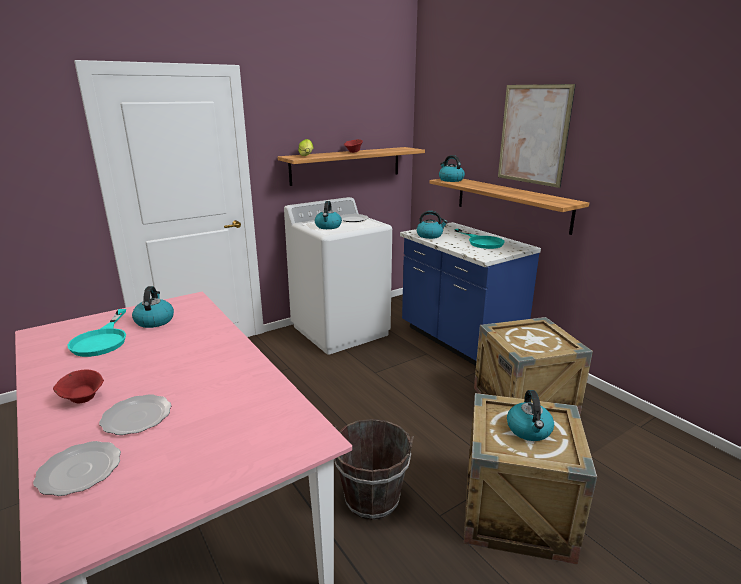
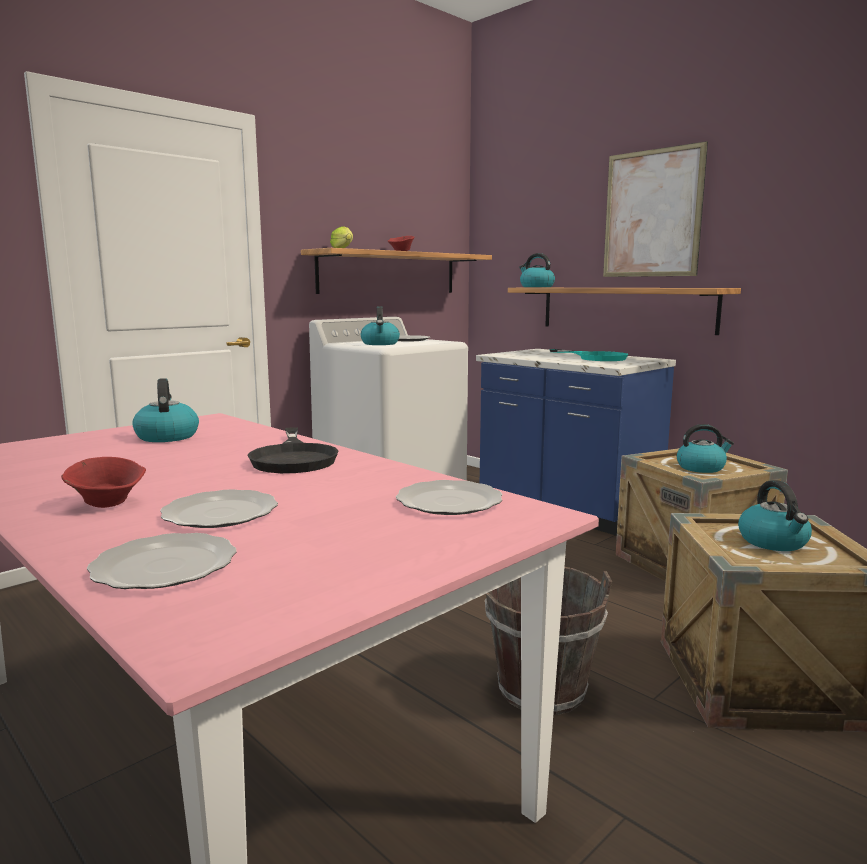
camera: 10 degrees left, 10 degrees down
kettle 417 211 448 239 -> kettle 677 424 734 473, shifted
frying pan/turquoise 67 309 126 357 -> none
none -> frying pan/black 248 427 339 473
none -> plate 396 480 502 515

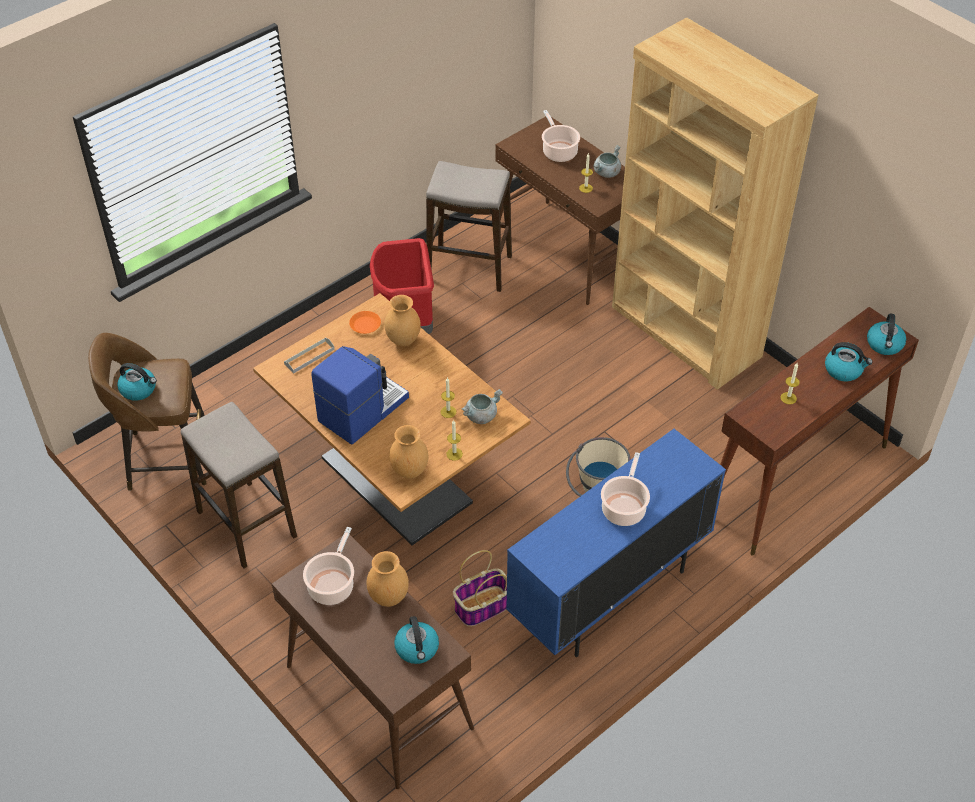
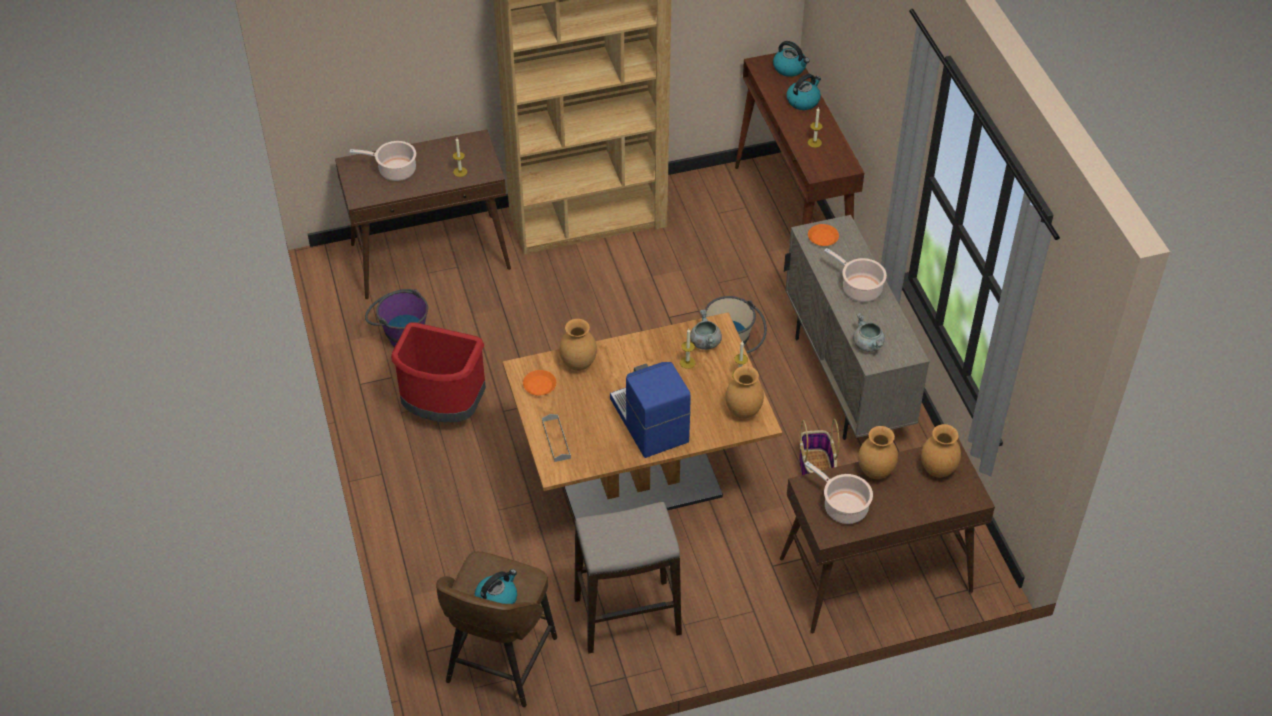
camera: 65 degrees left, 0 degrees up
cooking pot/grey 593 145 621 178 -> cooking pot/grey 853 313 885 352, shifted
stool 426 161 512 292 -> bucket/purple 365 289 428 347
cabinet/blue 506 429 726 657 -> cabinet/beige 784 215 929 440
kettle 394 616 439 664 -> vase/brown 921 424 961 478
none -> plate/orange 808 224 839 246

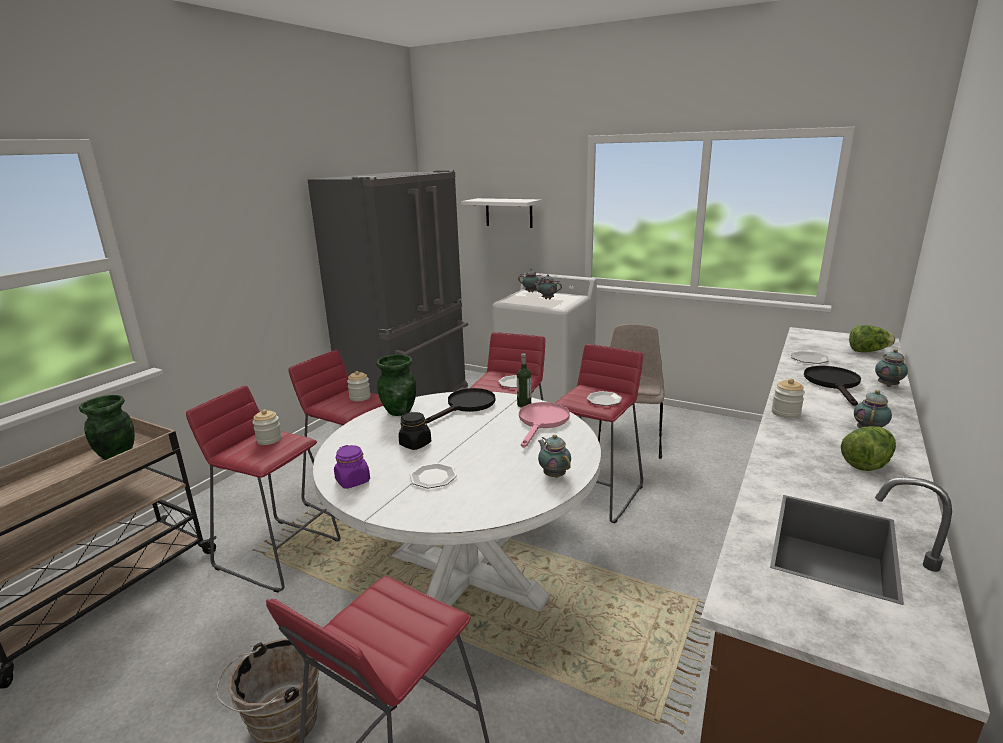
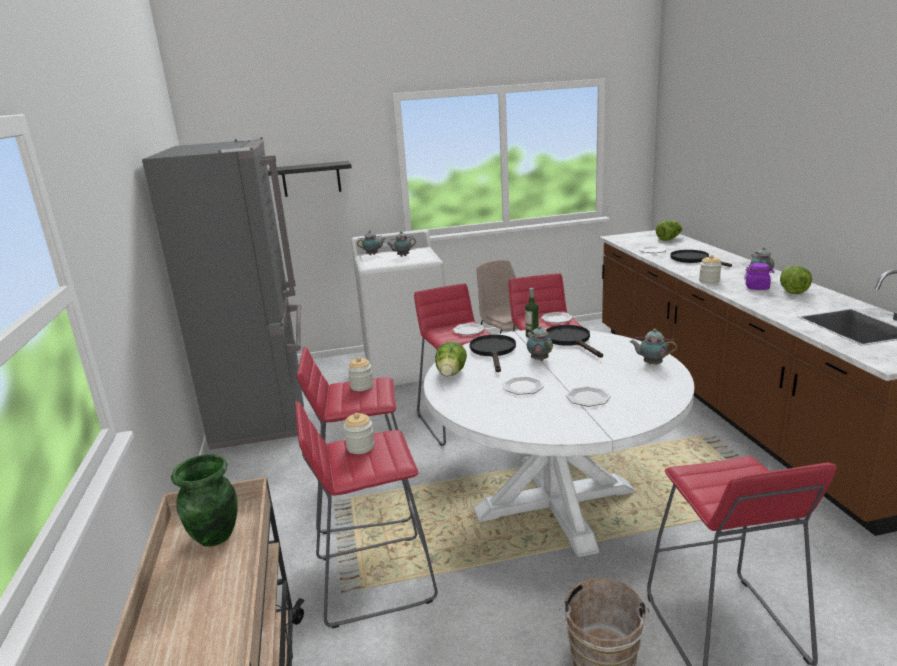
camera: 40 degrees left, 0 degrees up
shelf/white 461 198 542 228 -> shelf/black 268 161 352 197
teapot 875 349 908 387 -> teapot 527 326 553 361, shifted
vase/green 376 355 416 416 -> lettuce 435 341 467 377
frying pan/pink 519 402 570 448 -> frying pan/black 546 325 603 358
jar/black 398 412 431 450 -> plate 503 376 544 395
jar/purple 334 445 370 489 -> jar/purple 744 263 774 290, shifted

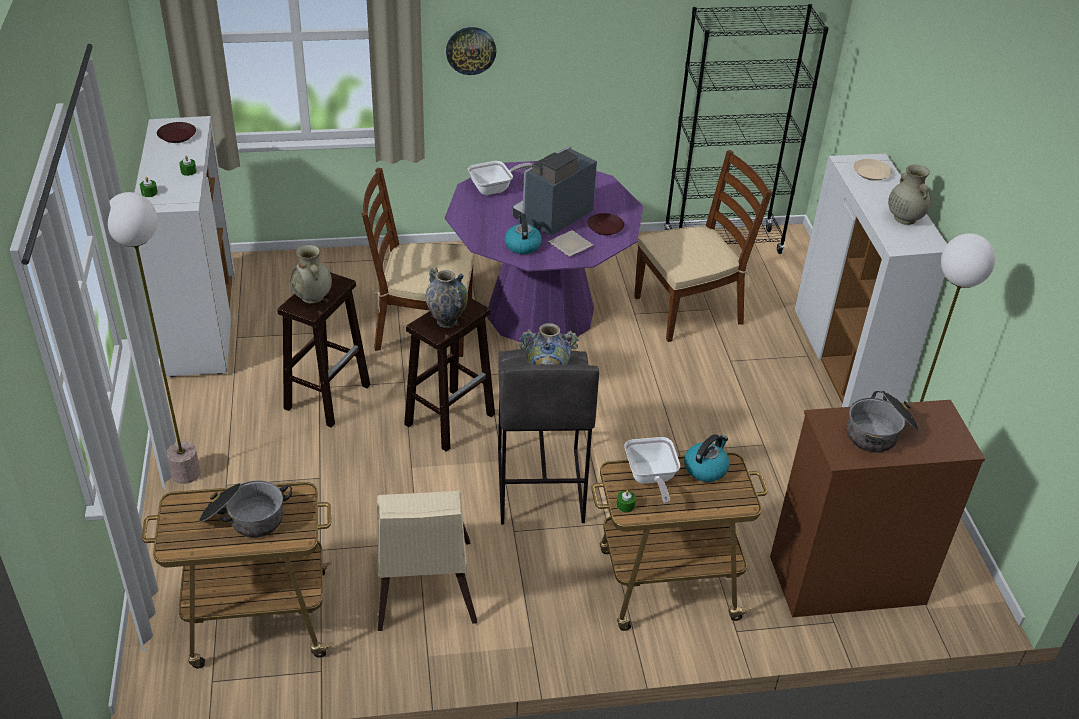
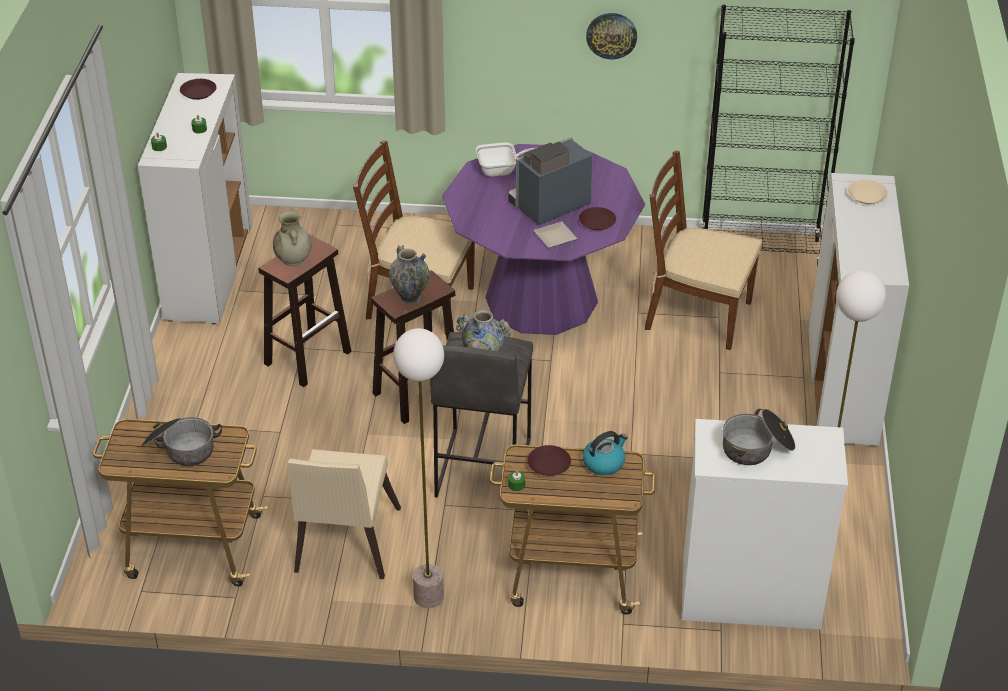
camera: 15 degrees right, 0 degrees up
wall clock 446 27 496 75 -> wall clock 586 13 637 59, shifted
chair/brown 634 150 772 342 -> chair/brown 645 150 762 350, 150 degrees counterclockwise
vase/beige 888 165 931 225 -> none
floor lamp 108 192 200 484 -> floor lamp 393 328 444 608, shifted
kettle 505 214 542 254 -> none
dresser/brown 770 400 985 617 -> dresser/white 682 419 848 629
frying pan 624 437 680 504 -> plate/brown 527 445 571 476

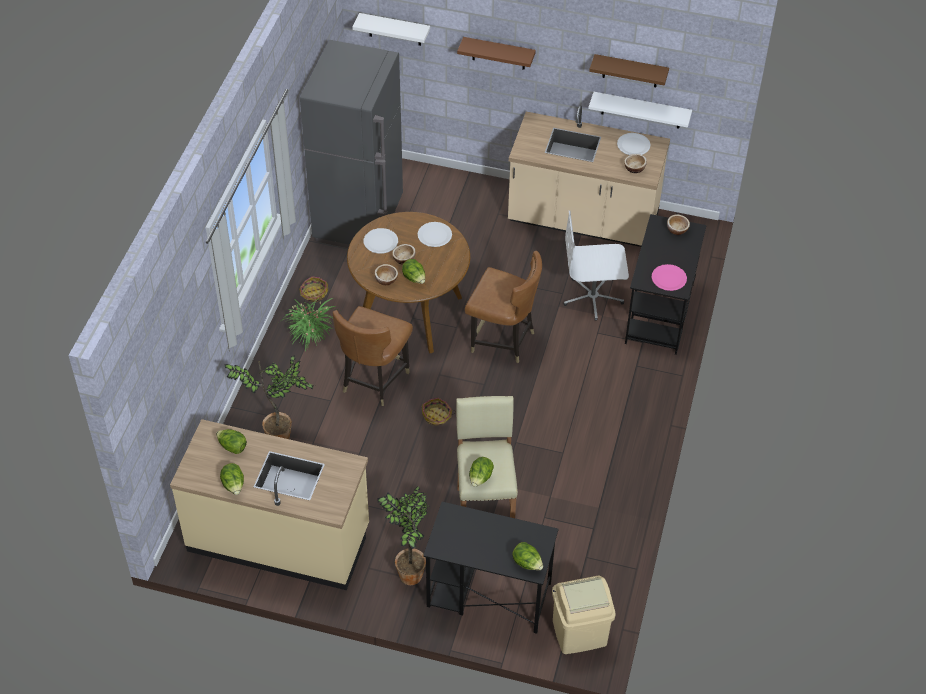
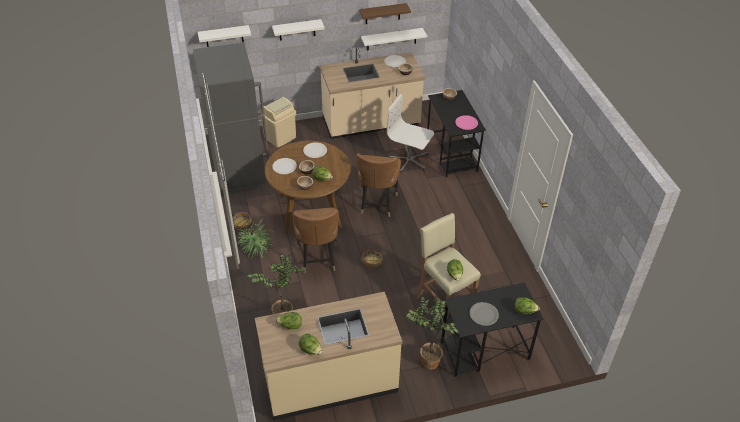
camera: 30 degrees left, 5 degrees down
shelf/brown 457 37 536 70 -> shelf/white 272 19 325 41
office chair/white 563 211 629 321 -> office chair/white 387 94 434 173, 60 degrees clockwise
chair/brown 465 251 542 363 -> chair/brown 356 153 401 217, 105 degrees clockwise
trash can/beige 552 575 616 654 -> trash can/beige 262 97 296 148, shifted
none -> plate/grey 469 302 499 326

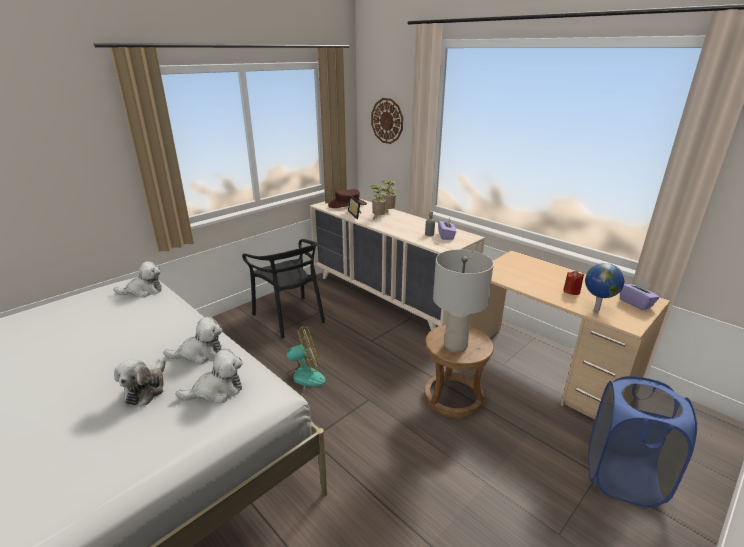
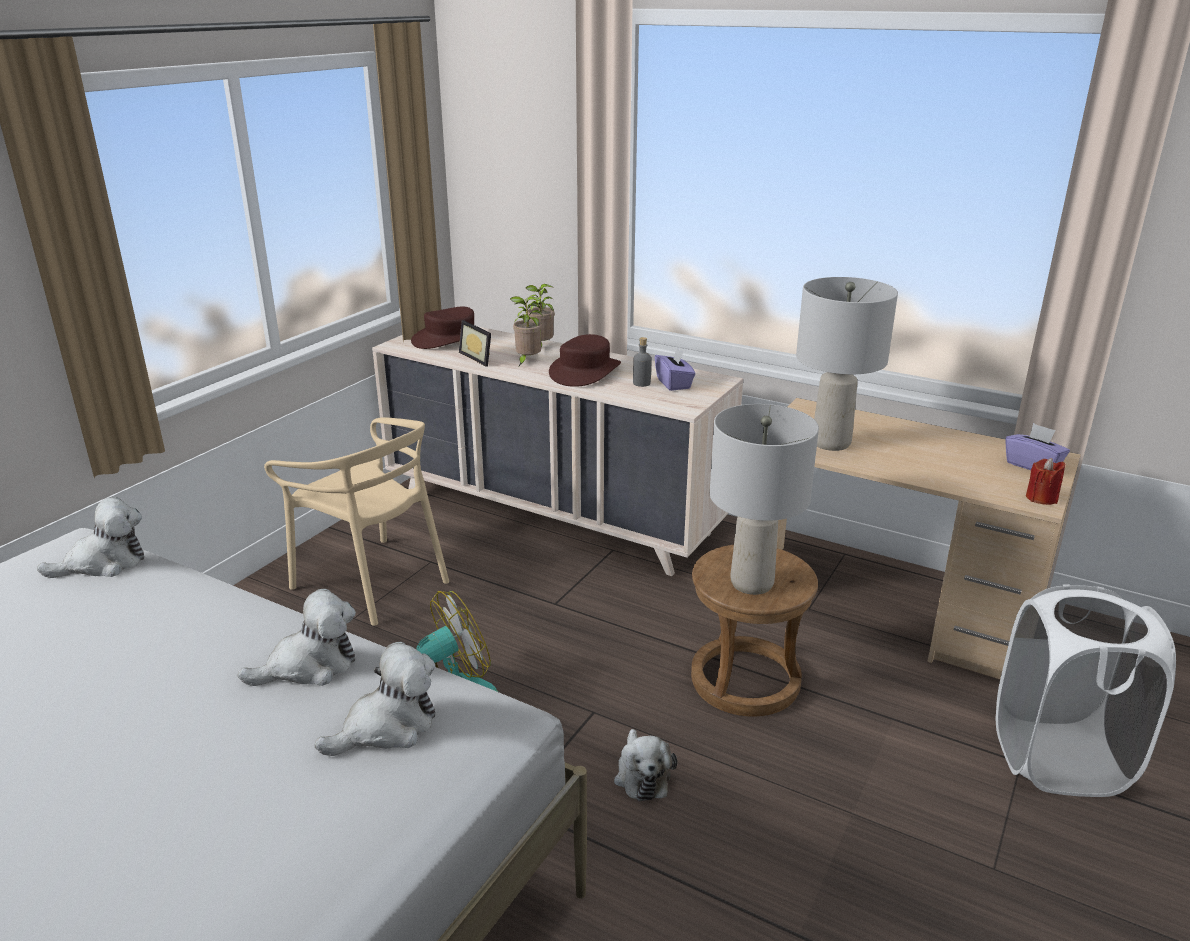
camera: 15 degrees left, 0 degrees up
wall clock 371 98 403 144 -> none
chair/black 242 239 325 338 -> chair/beige 264 417 449 626
globe 585 263 625 311 -> none
candle/red 564 271 584 295 -> candle/red 1026 458 1065 505, shifted
plush toy 114 359 166 405 -> plush toy 614 729 677 801, shifted
laundry basket/blue 588 376 697 508 -> laundry basket/white 996 584 1176 797
none -> table lamp/grey 796 277 898 451
none -> hat/brown 549 334 621 387

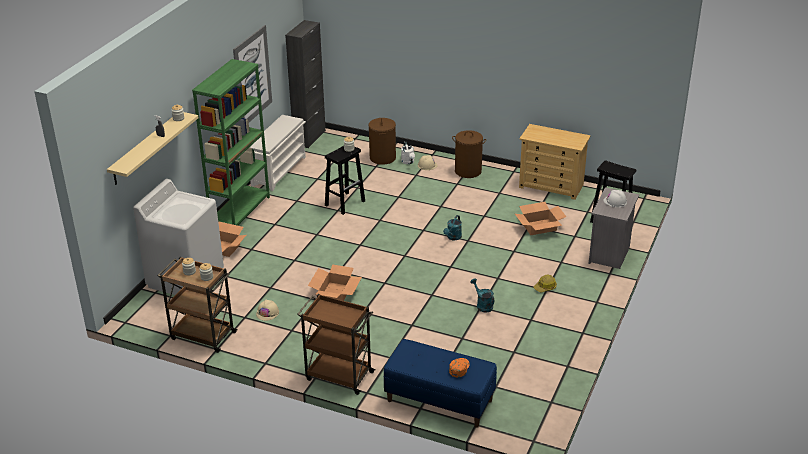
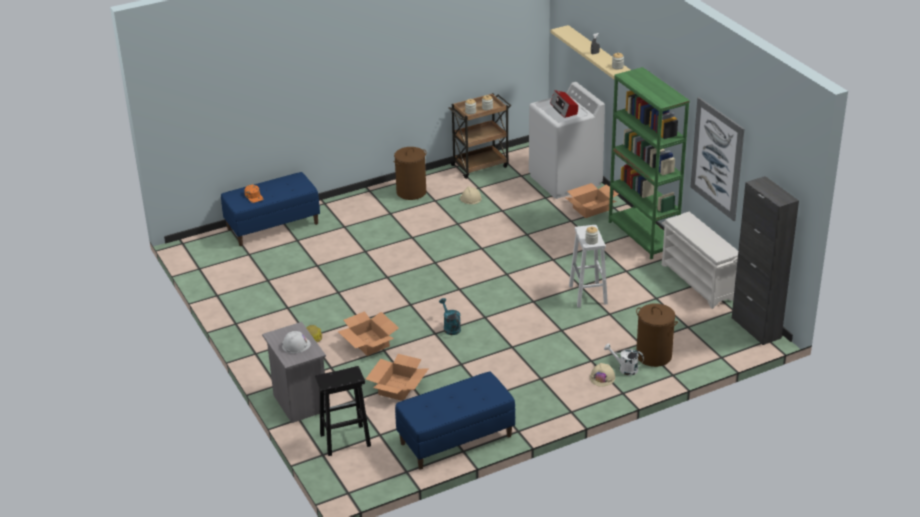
camera: 130 degrees right, 0 degrees up
dresser/beige 519 124 591 200 -> bench/blue 395 372 515 470
laundry basket/brown 452 130 486 178 -> laundry basket/brown 394 147 426 200, shifted
stool/black 325 146 365 215 -> stool/white 569 225 608 308
cardboard box 308 265 362 301 -> cardboard box 338 311 399 356, shifted
watering can/turquoise 470 278 494 313 -> none
cart/brown 297 294 376 395 -> none
none -> radio 550 90 578 118

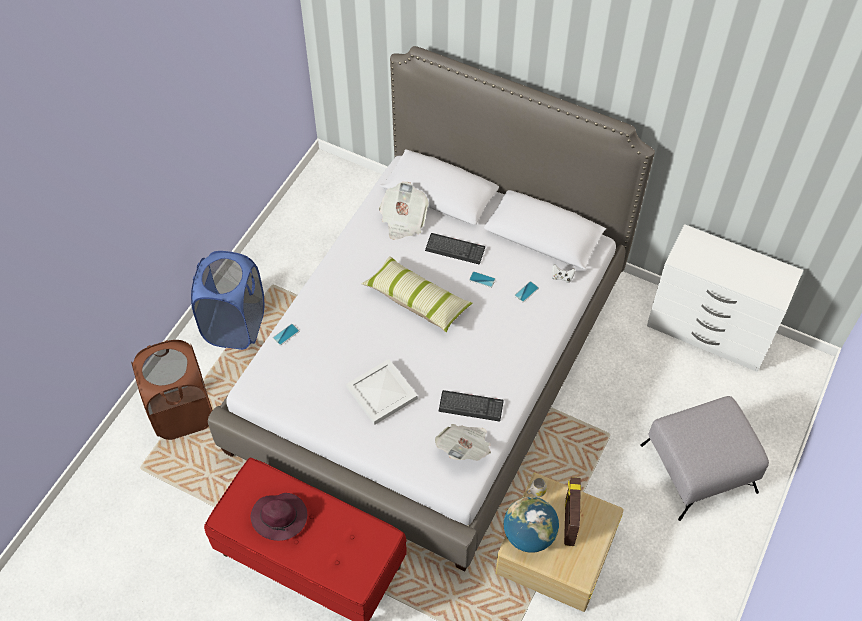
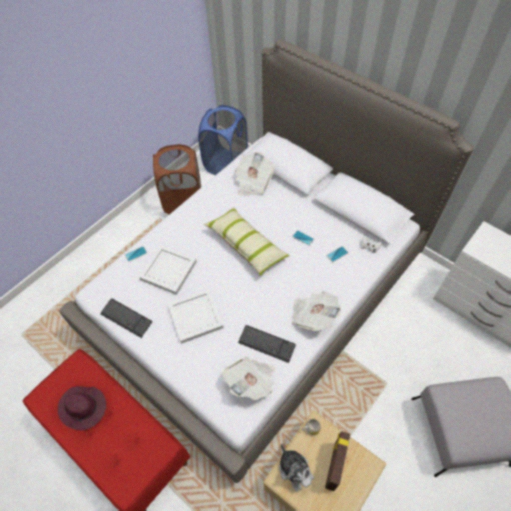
camera: 15 degrees right, 0 degrees up
keyboard 425 233 485 265 -> keyboard 100 298 152 338, shifted
laundry basket/blue 191 251 264 350 -> laundry basket/blue 198 105 248 175, shifted
laundry basket/brown 131 340 213 440 -> laundry basket/brown 153 144 201 215, shifted
globe 504 496 559 553 -> plush toy 280 444 314 492
none -> tray/white 139 245 197 295
none -> newspaper 292 292 341 331

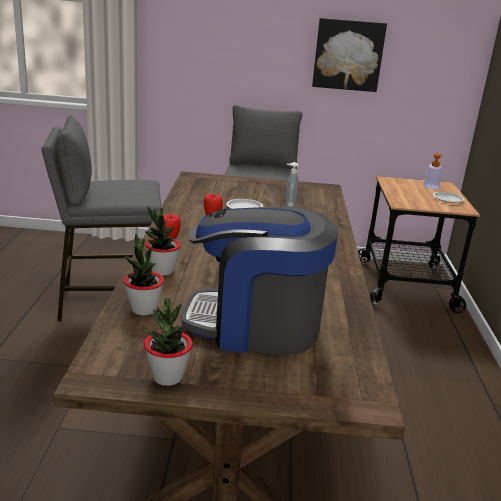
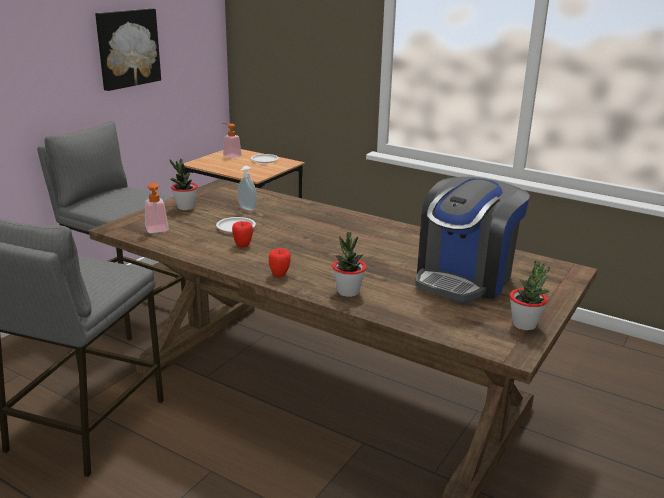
camera: 60 degrees left, 0 degrees up
potted plant 124 233 164 316 -> potted plant 170 159 198 211, shifted
none -> soap dispenser 145 183 169 233

